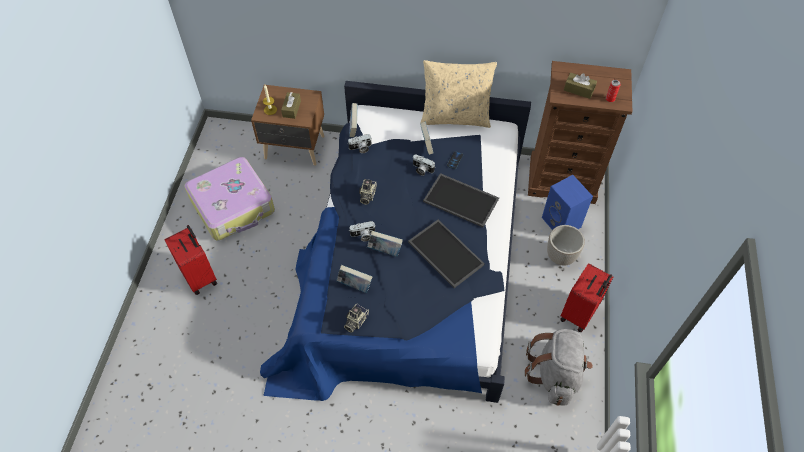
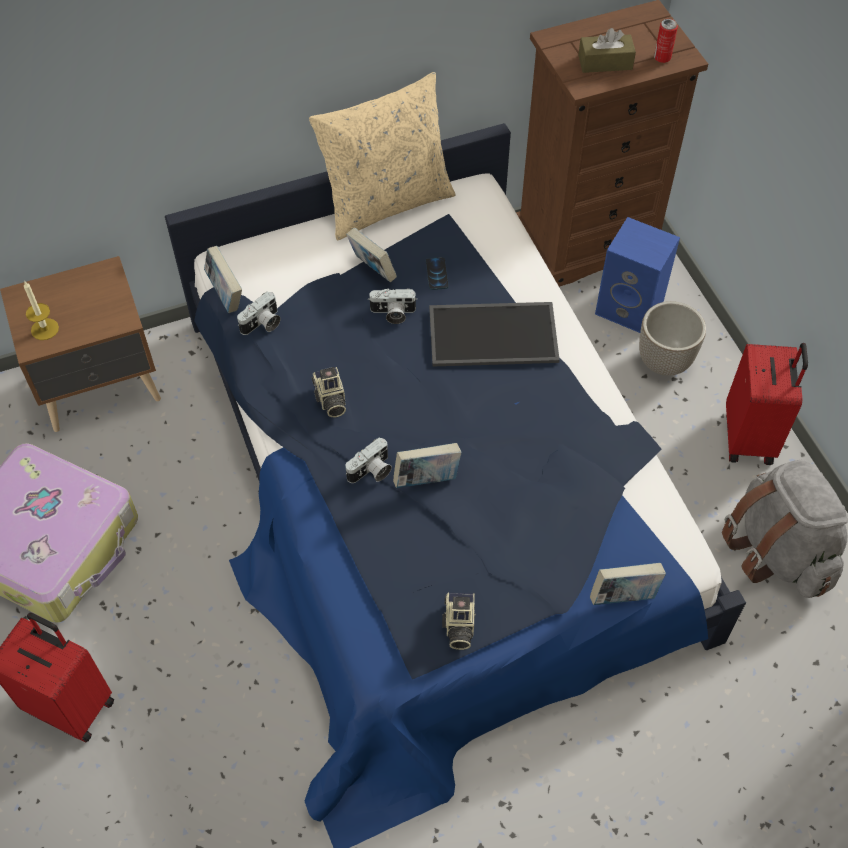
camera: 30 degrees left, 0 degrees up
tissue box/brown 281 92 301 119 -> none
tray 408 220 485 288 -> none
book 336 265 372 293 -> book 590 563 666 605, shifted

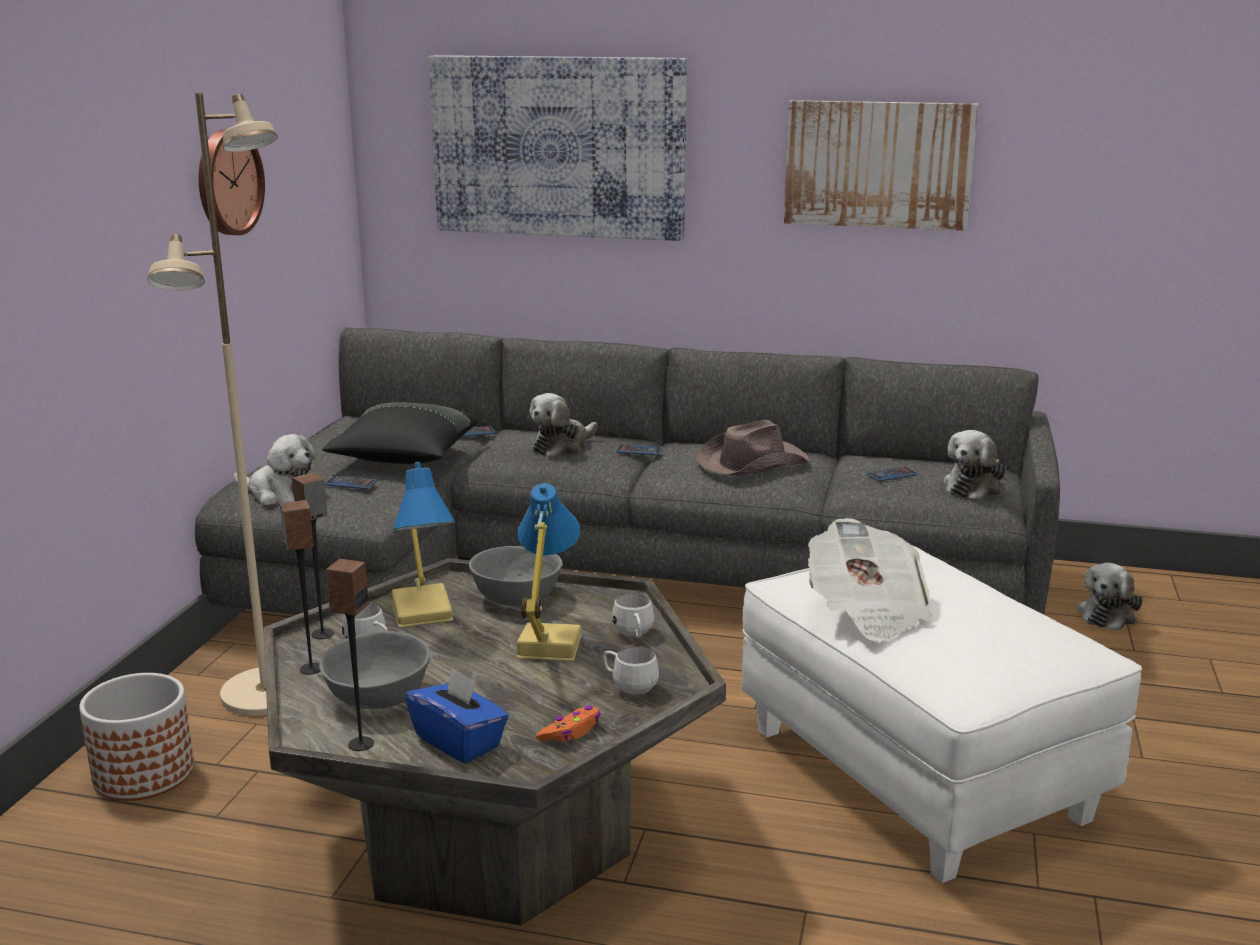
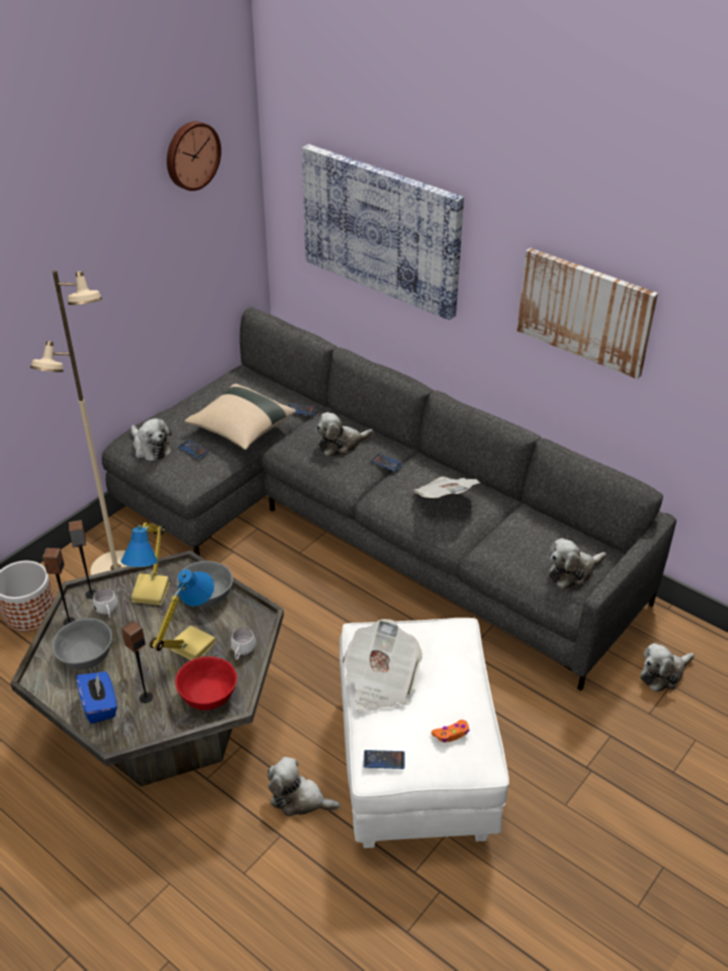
camera: 25 degrees right, 20 degrees up
wall clock 199 129 265 235 -> wall clock 167 121 221 191, shifted
pillow/black 322 402 479 464 -> pillow/beige 185 384 296 450
hat/brown 695 420 809 475 -> newspaper 414 476 480 498
phone 866 466 918 481 -> phone 363 750 405 769, shifted
speaker 326 559 374 751 -> speaker 121 620 153 703, shifted
mug/white 603 646 659 694 -> bowl/red 175 656 237 710
game controller/orange 536 706 601 741 -> game controller/orange 431 720 469 743, shifted
none -> plush toy 267 757 340 817

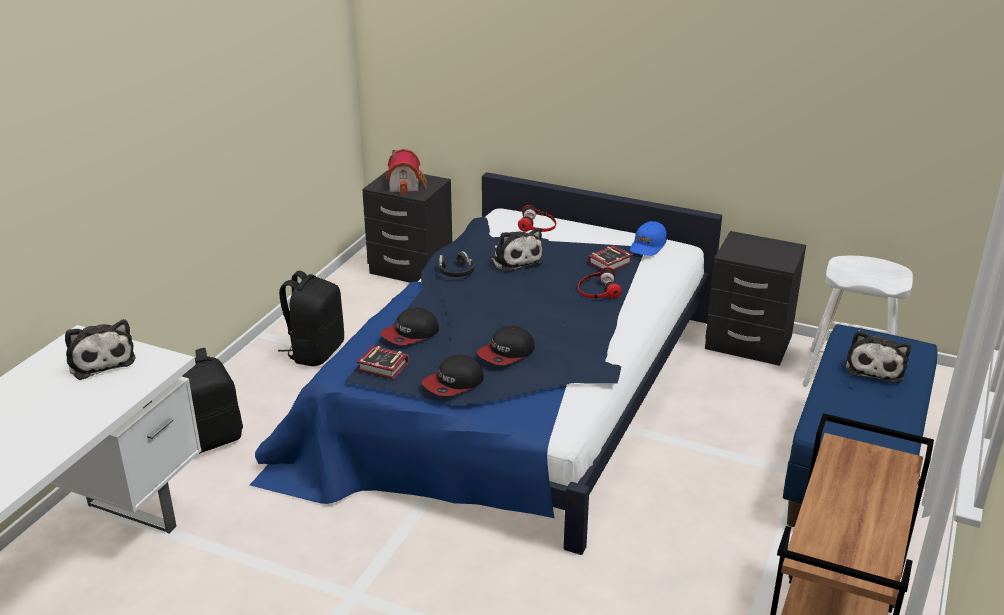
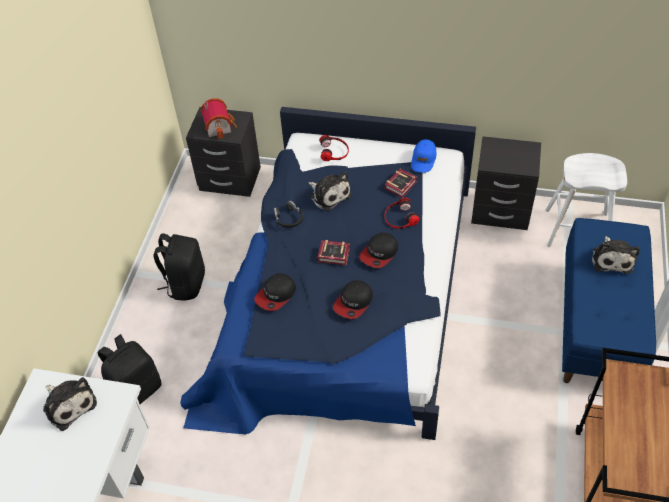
camera: 10 degrees left, 20 degrees up
book 357 346 409 380 -> book 317 240 350 265, shifted
cap 422 355 484 396 -> cap 359 232 398 268, shifted

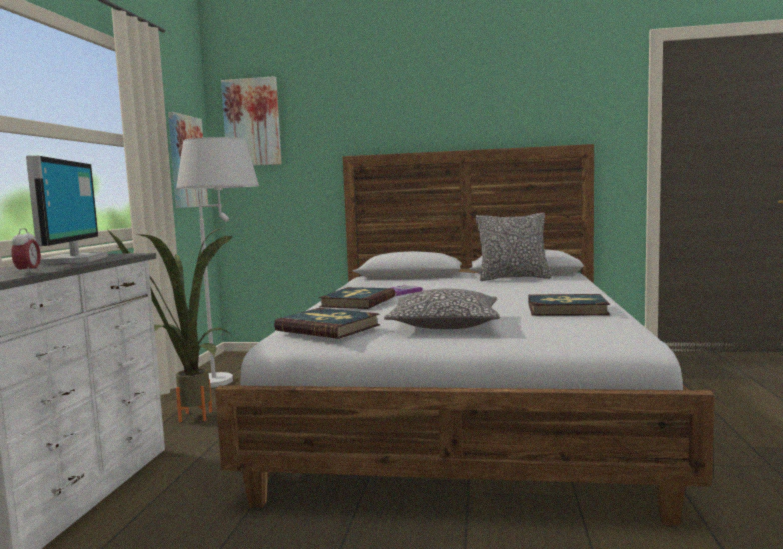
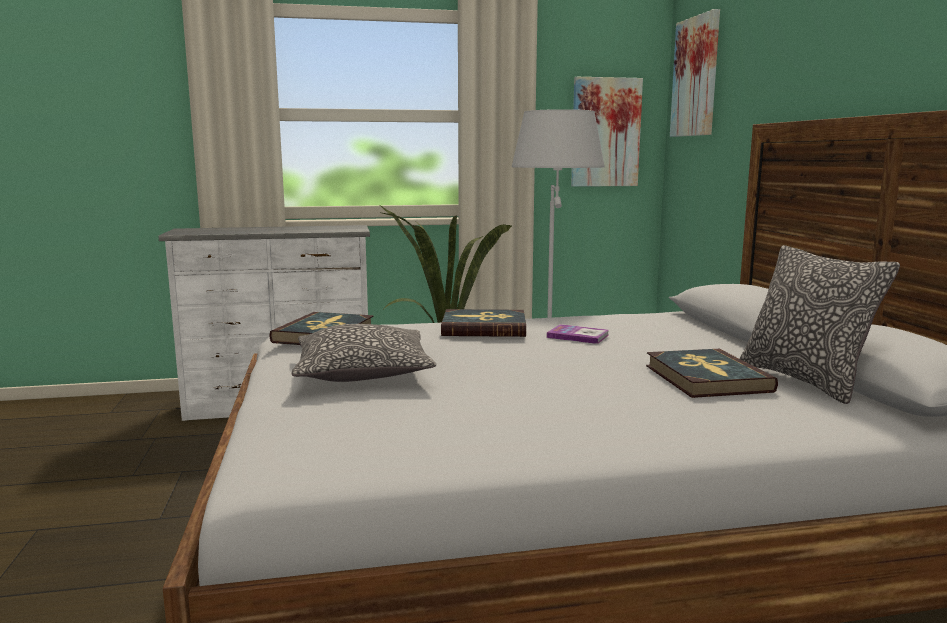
camera: 70 degrees right, 5 degrees up
monitor 26 156 108 265 -> none
alarm clock 12 228 41 274 -> none
book 528 294 610 316 -> book 646 349 778 398, shifted

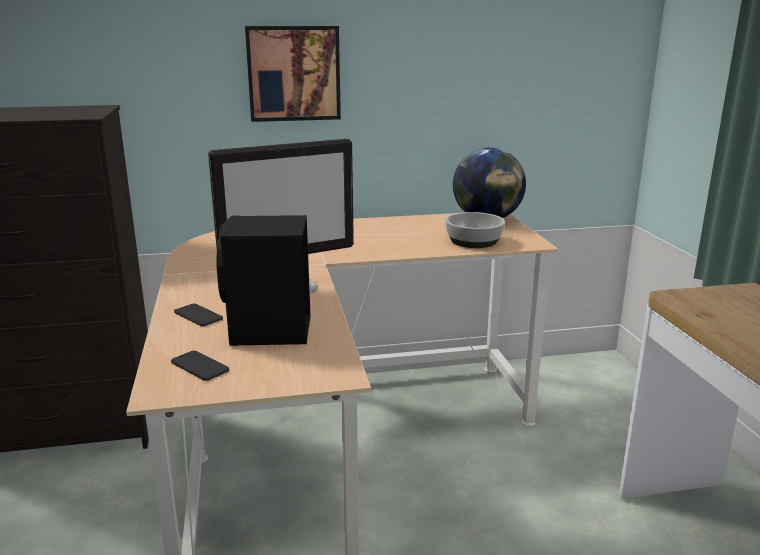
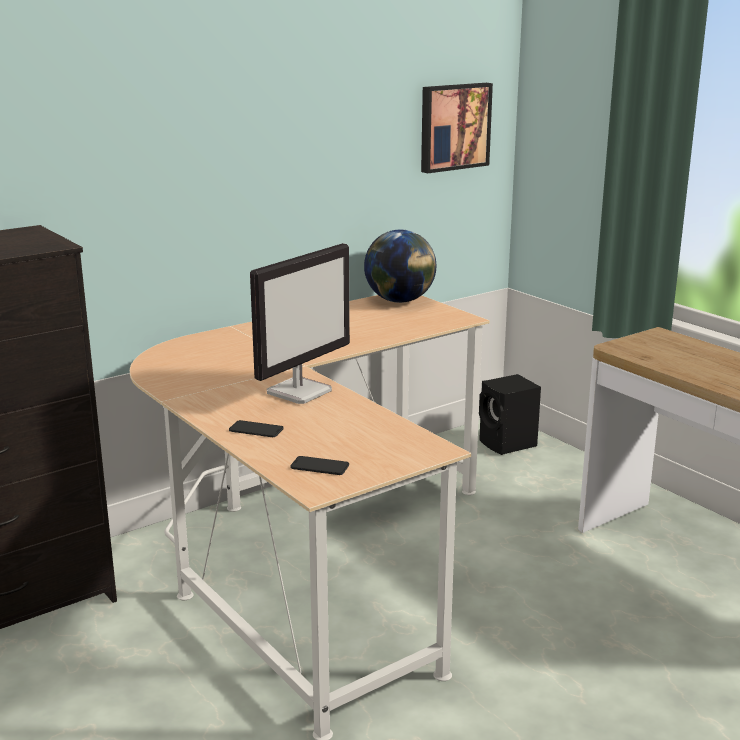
camera: 25 degrees left, 0 degrees up
picture 245 26 341 122 -> picture 421 83 493 173, shifted
bowl 445 212 505 248 -> none
speaker/black 216 215 311 346 -> speaker/black 479 374 541 455, shifted

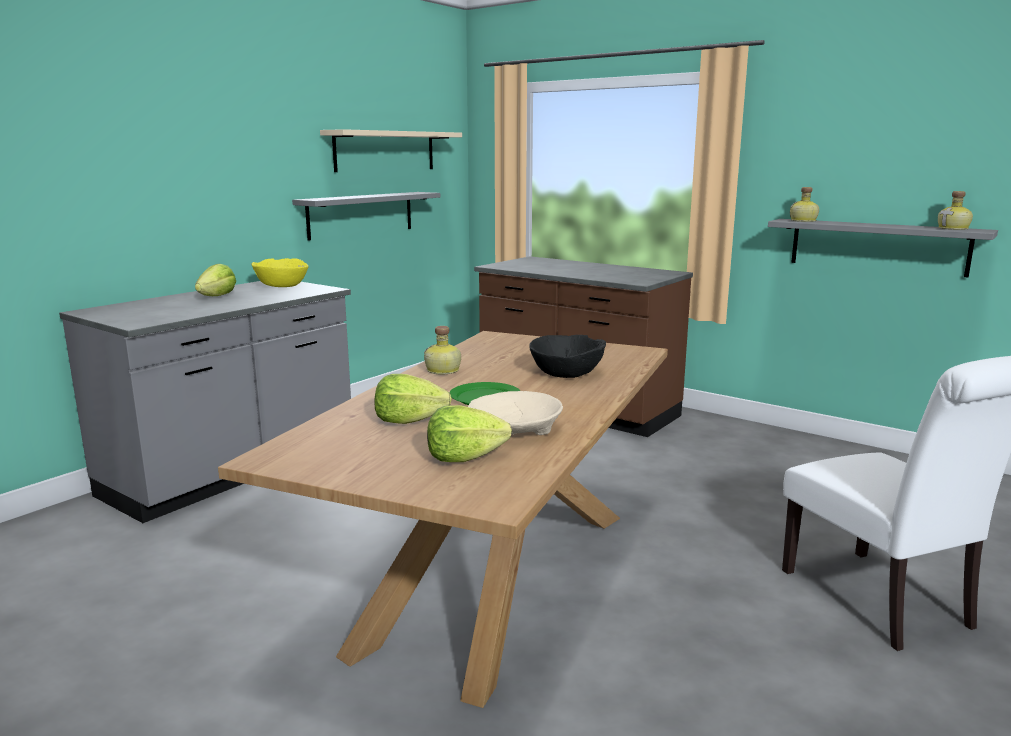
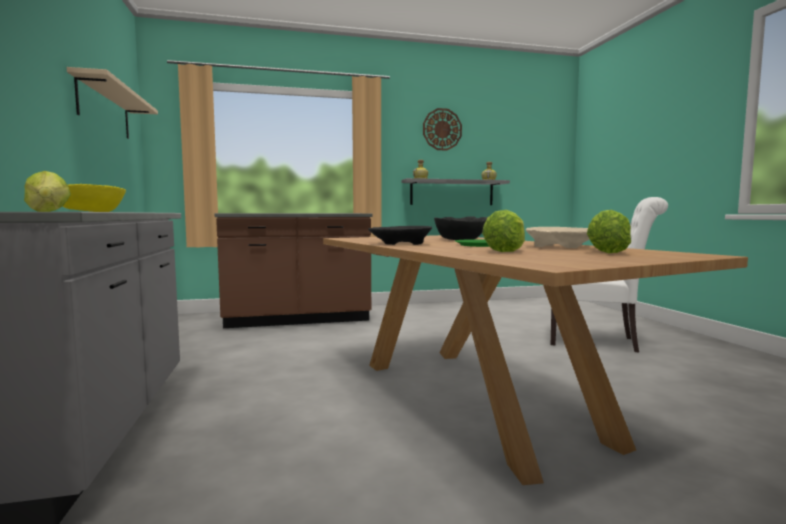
camera: 50 degrees left, 10 degrees down
shelf/grey 292 192 440 241 -> none
bottle 424 326 461 374 -> bowl/black 368 226 432 245
none -> wall clock 423 108 462 151

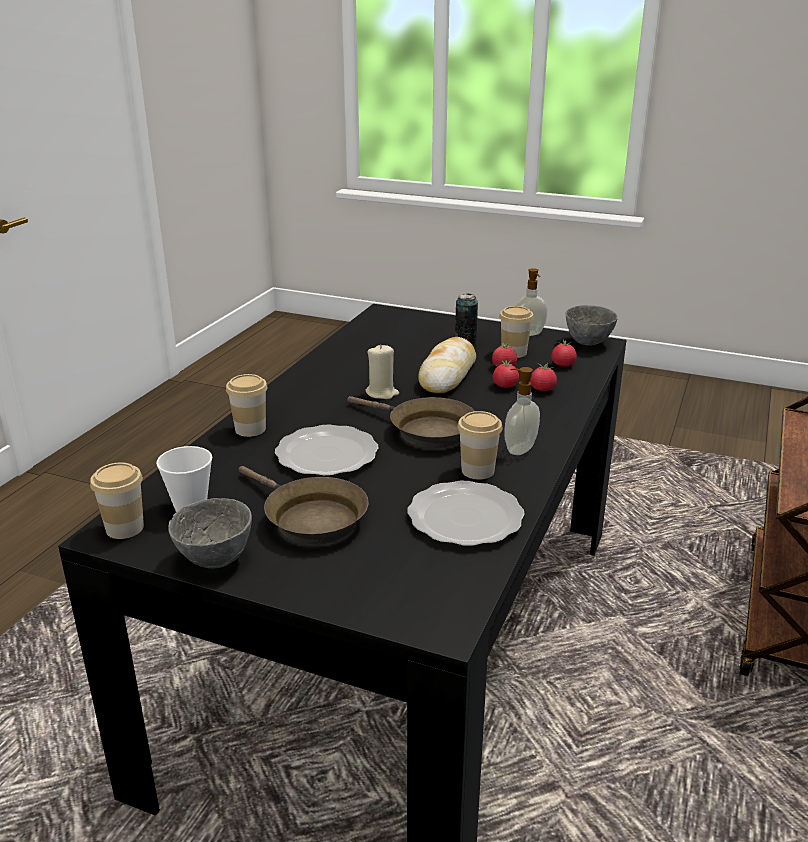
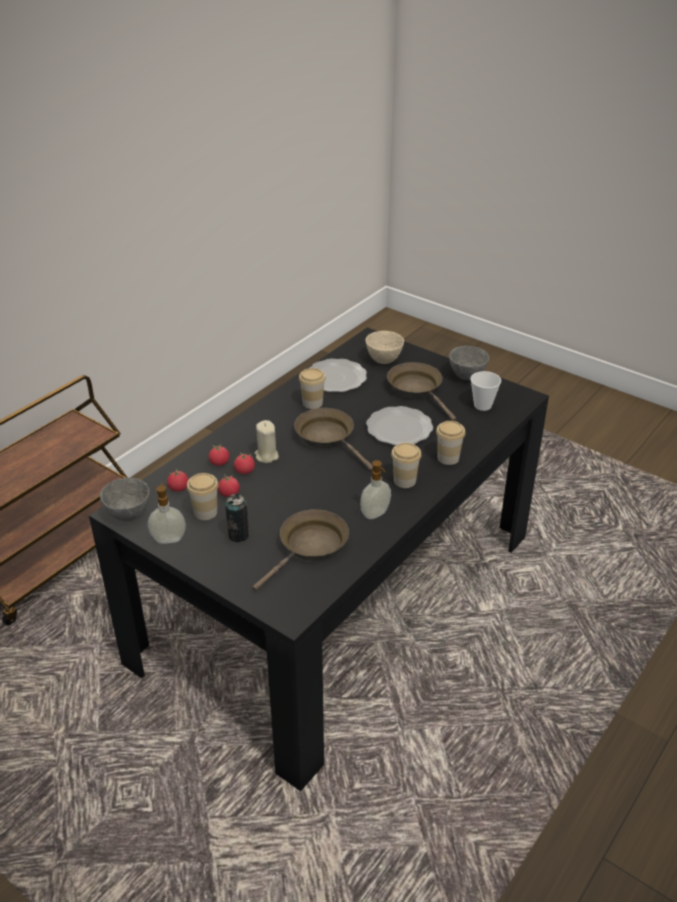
camera: 165 degrees left, 10 degrees up
bread 418 337 476 393 -> none
candle/beige 366 344 399 399 -> candle/beige 254 420 279 463, shifted
soap dispenser 504 367 540 455 -> soap dispenser 360 460 391 519, shifted
cup 90 463 144 539 -> cup 391 443 422 488, shifted
none -> bowl/beige 366 331 404 364
none -> frying pan/brown 252 510 349 591

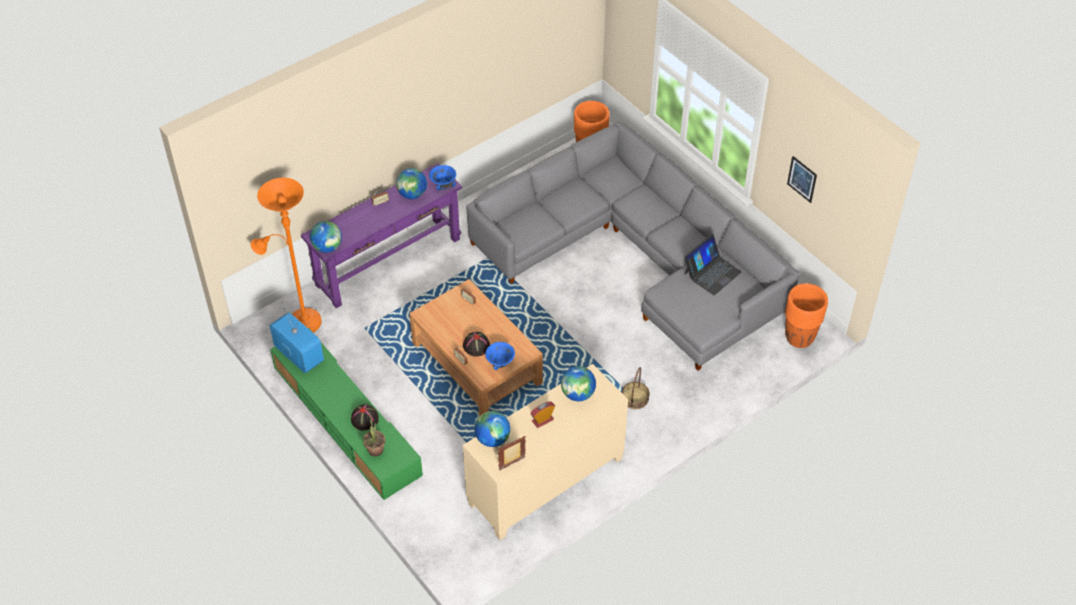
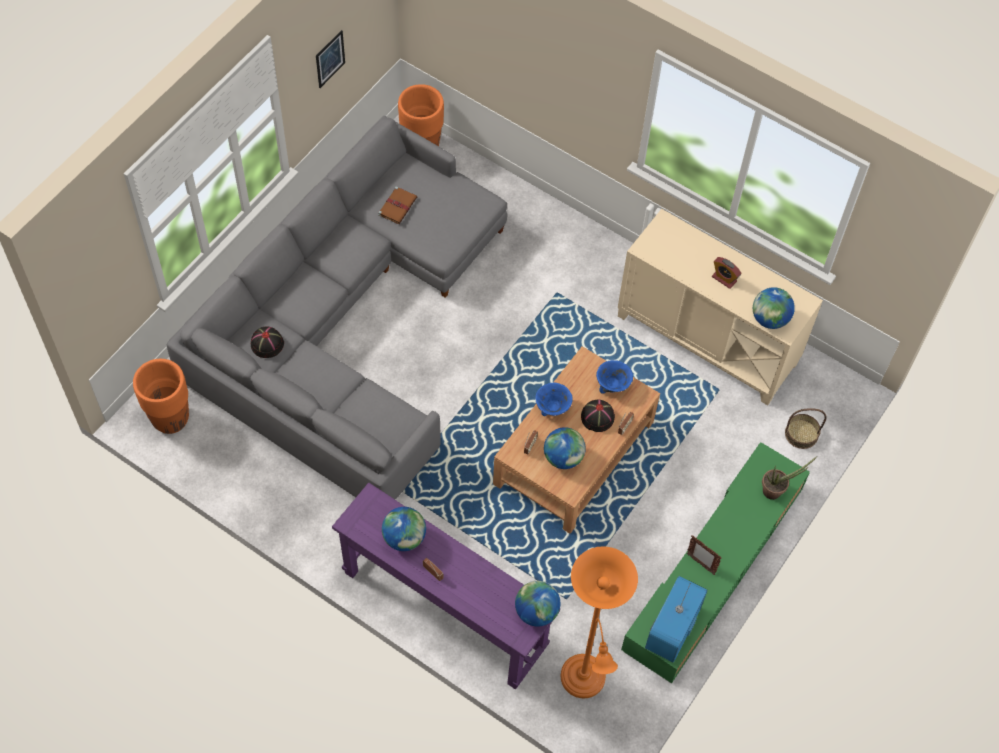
camera: 110 degrees left, 10 degrees up
bowl/blue 429 165 456 191 -> bowl/blue 535 382 573 416, shifted
laptop 684 234 742 295 -> book/brown 378 186 417 224
globe 561 366 596 401 -> globe 544 427 586 469, shifted
basket 622 367 649 409 -> basket 785 408 827 449, shifted
hat/black 351 404 379 431 -> hat/black 251 326 284 358, shifted
picture frame 498 436 526 470 -> picture frame 687 536 722 575, shifted

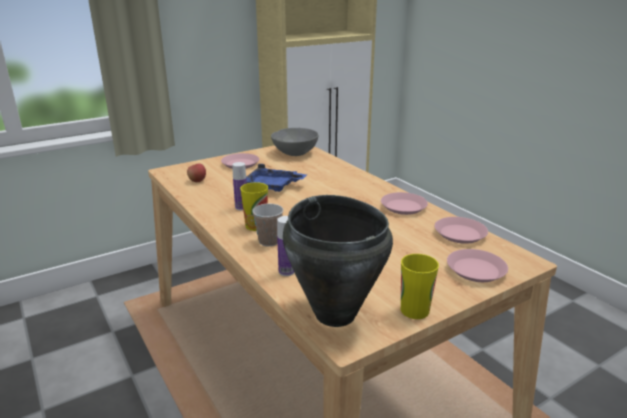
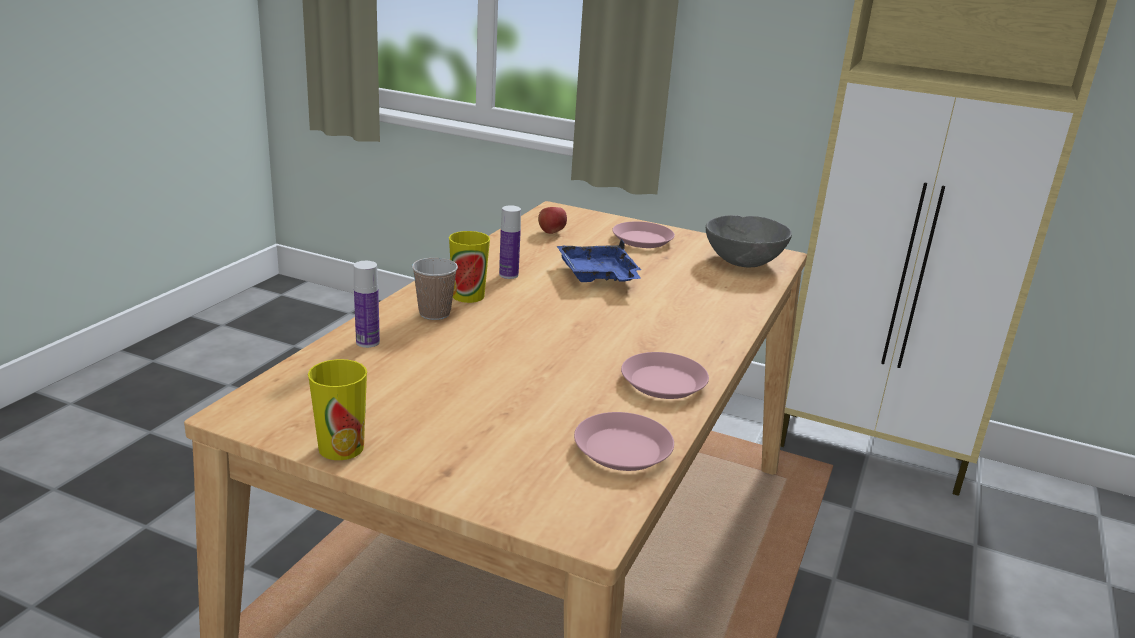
camera: 55 degrees right, 0 degrees up
cooking pot/black 283 195 393 327 -> none
plate/pink 447 249 508 282 -> none

